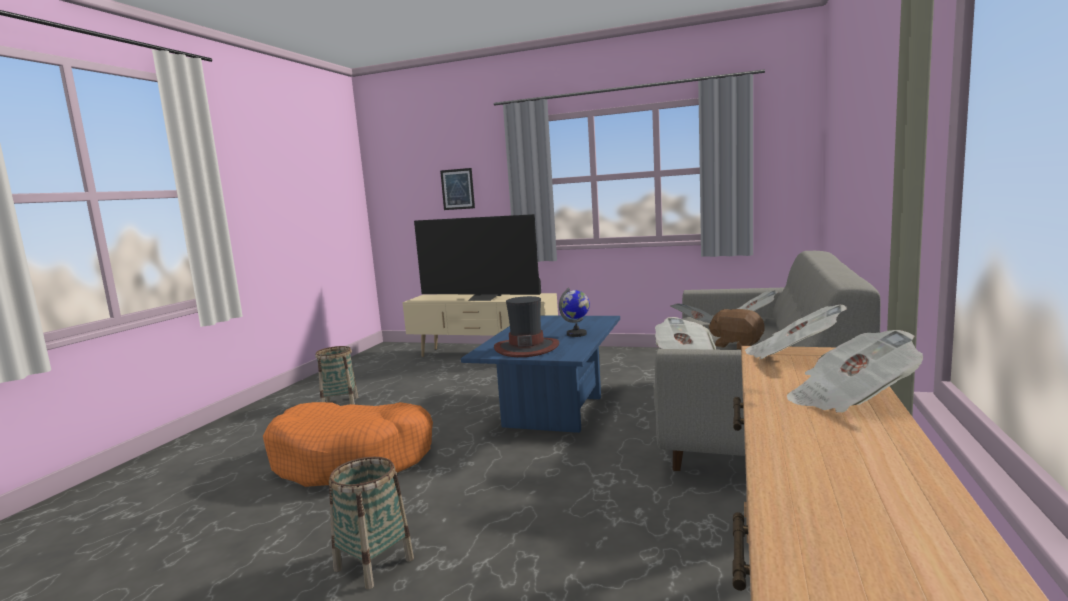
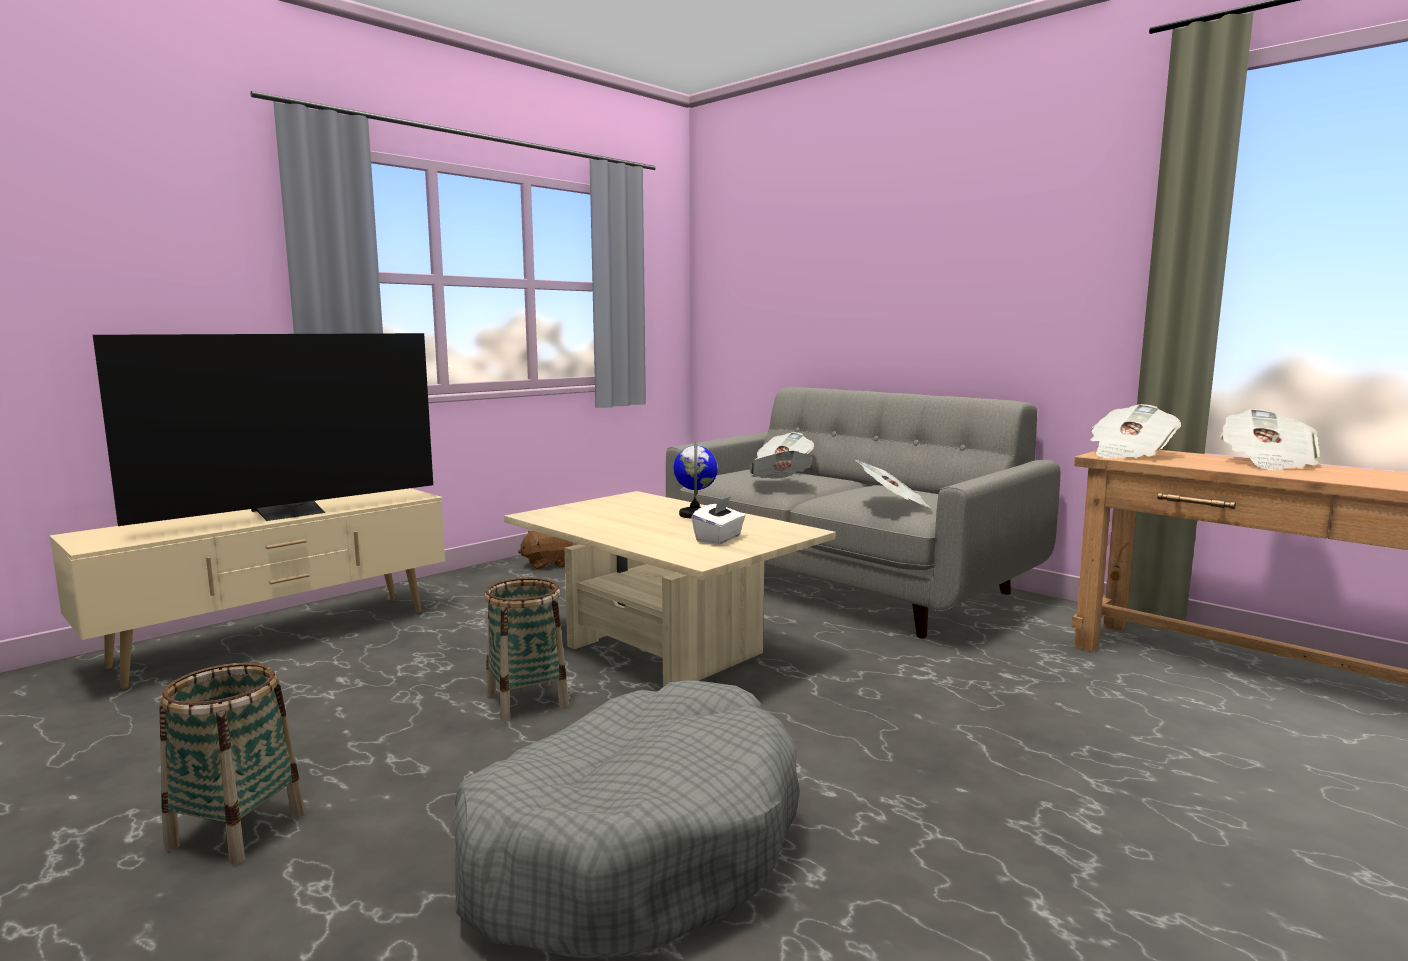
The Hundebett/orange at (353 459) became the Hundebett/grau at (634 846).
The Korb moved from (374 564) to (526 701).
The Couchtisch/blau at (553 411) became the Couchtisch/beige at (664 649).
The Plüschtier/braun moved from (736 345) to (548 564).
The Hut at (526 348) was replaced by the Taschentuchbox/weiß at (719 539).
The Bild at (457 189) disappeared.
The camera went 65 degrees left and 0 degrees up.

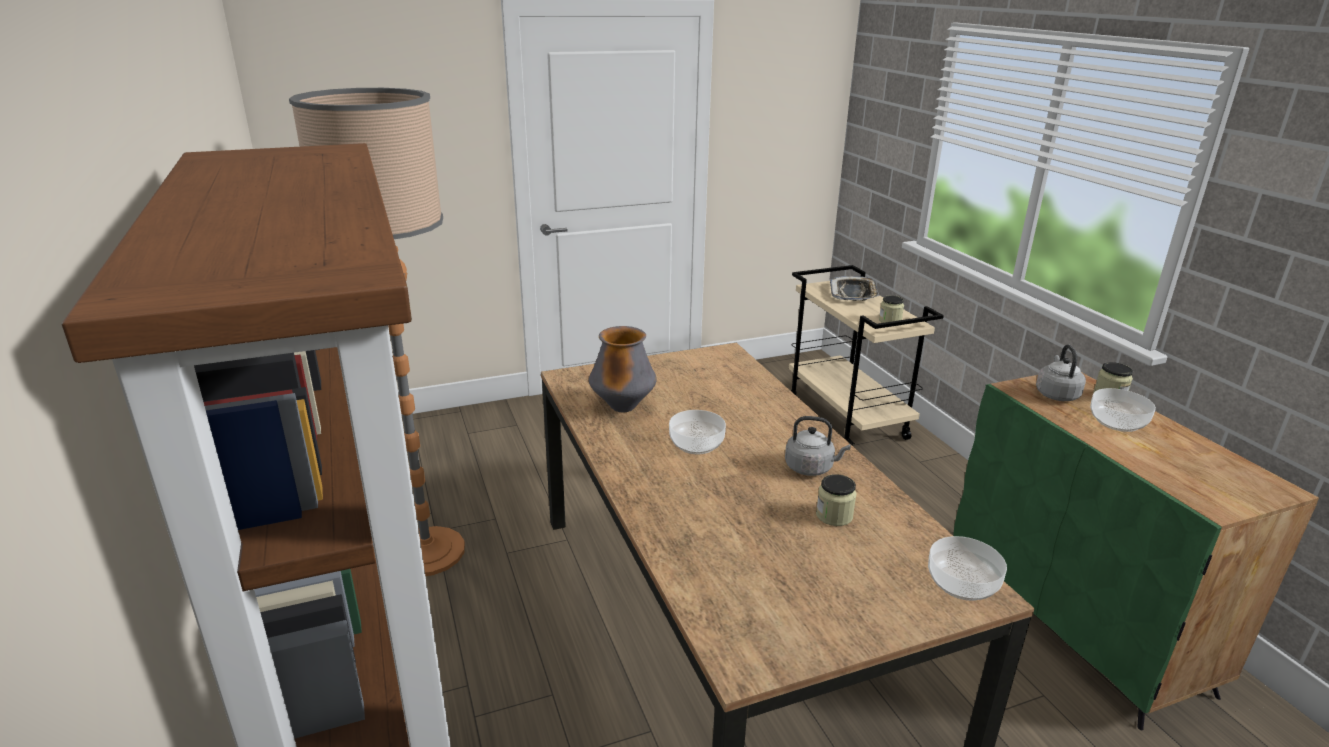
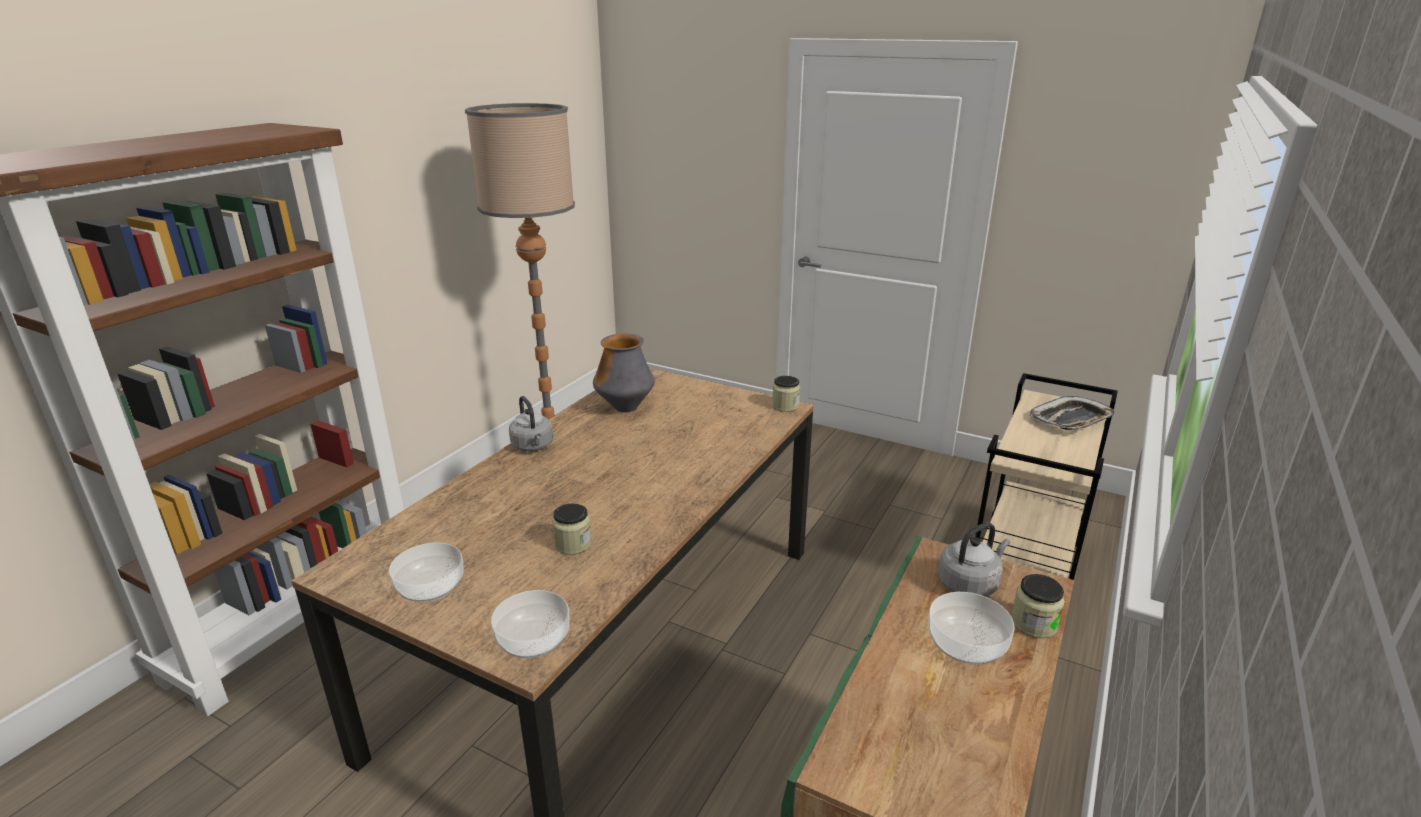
The Schüssel moved from (696 444) to (429 586).
The Wasserkessel/grau moved from (811 468) to (533 446).
The Vorratsglas moved from (890 321) to (785 406).
The camera went 50 degrees right and 0 degrees up.

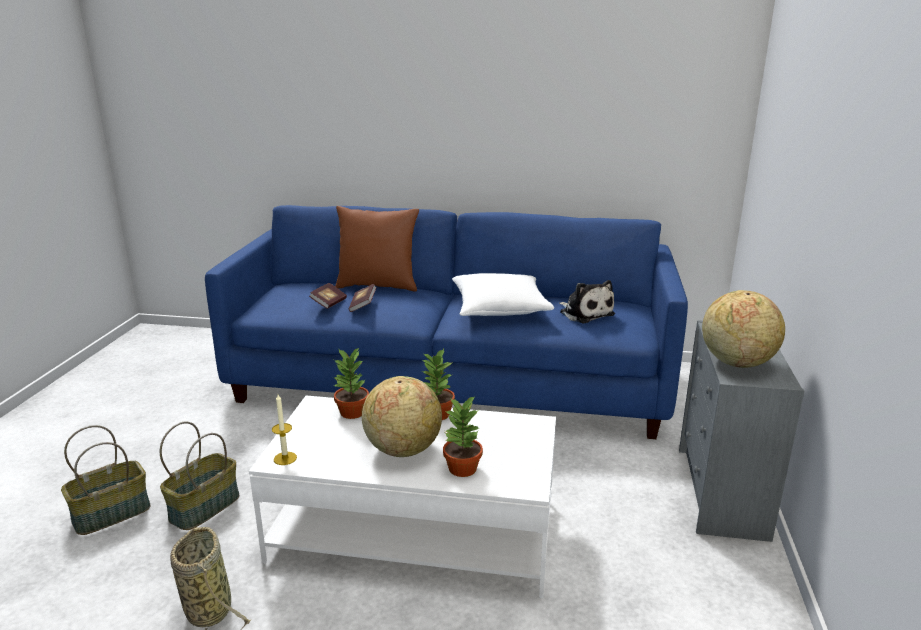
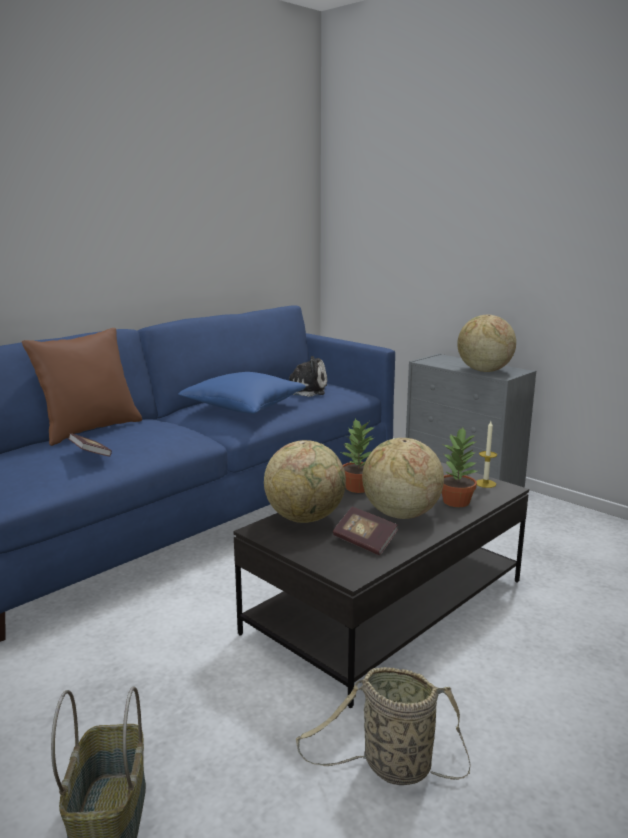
The Kissen/weiß at (500 309) became the Kissen/blau at (243 407).
The Couchtisch/weiß at (415 531) became the Couchtisch/schwarz at (387 606).
The Topfpflanze at (353 412) was replaced by the Globus at (305 518).
The Buch moved from (363 305) to (364 542).
The Kerze moved from (285 458) to (485 483).
The Korb at (204 507) disappeared.
The camera went 55 degrees left and 5 degrees down.

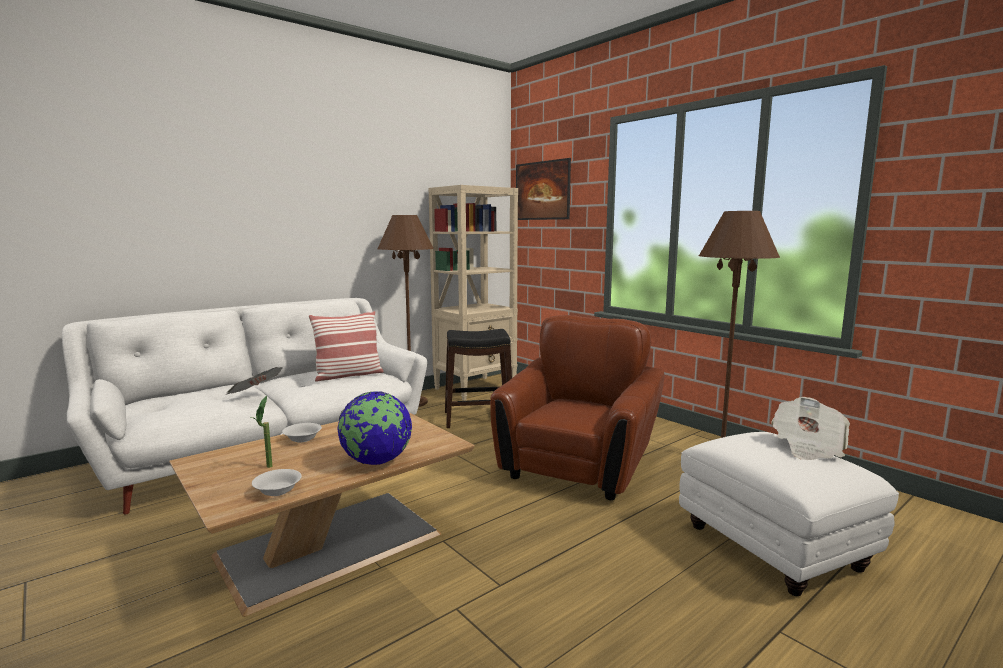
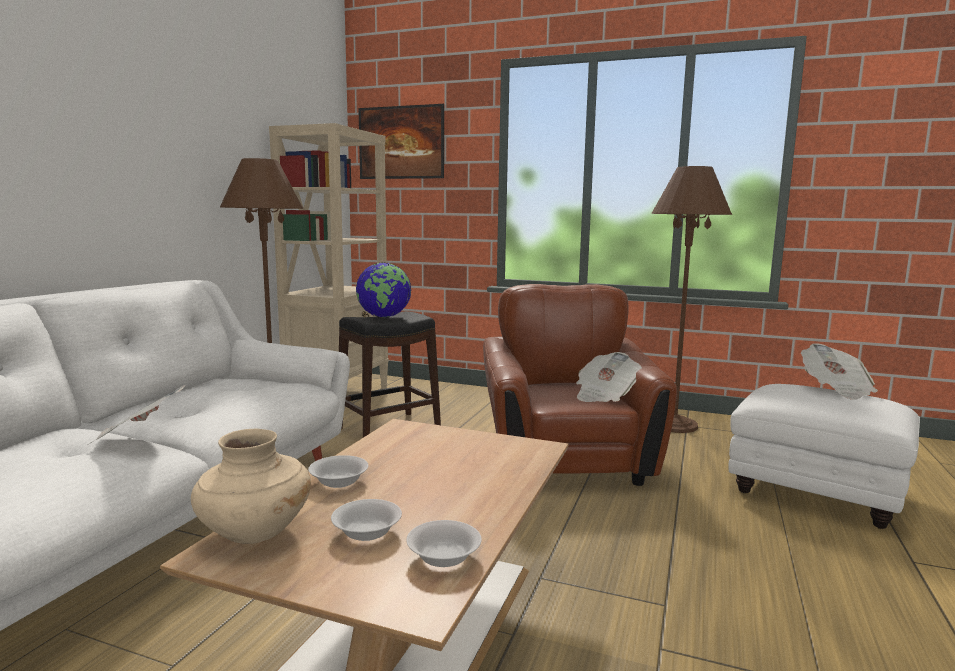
The Vase/beige at (254 532) appeared.
The Topfpflanze at (267 469) was replaced by the Schüssel/weiß at (366 533).
The Globus moved from (376 462) to (384 317).
The Zeitung at (604 395) appeared.
The Kissen at (348 375) disappeared.
The camera went 30 degrees left and 0 degrees up.

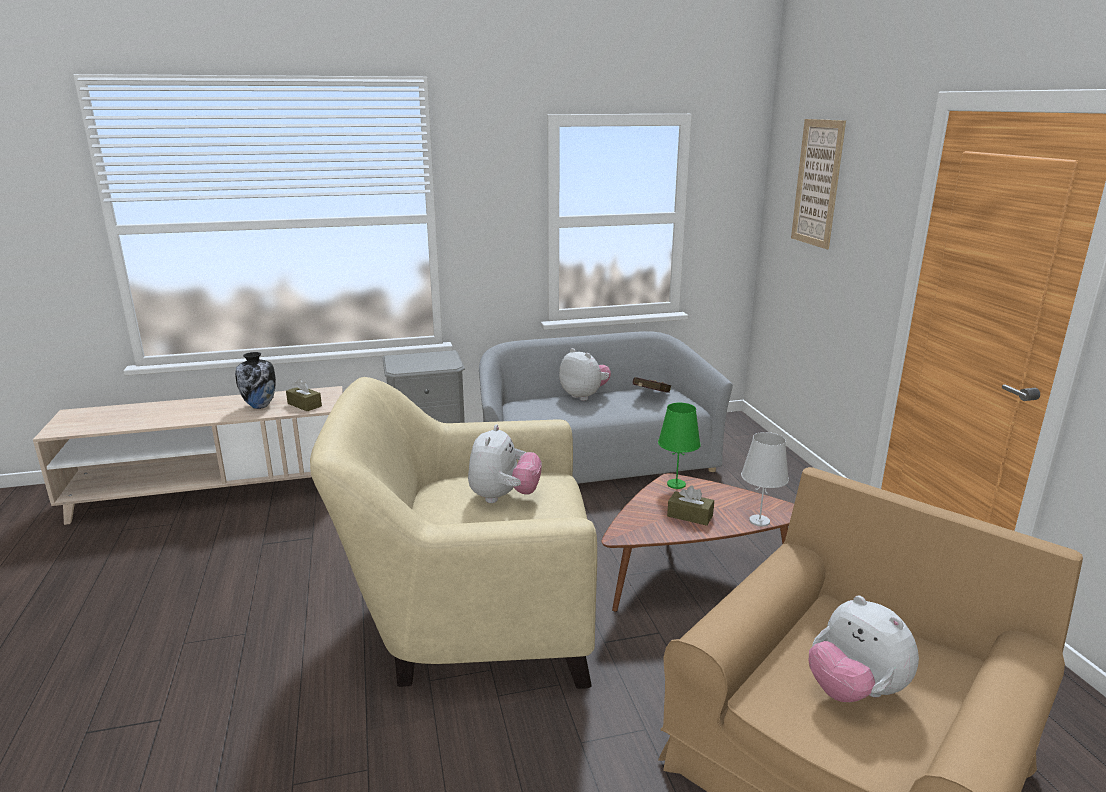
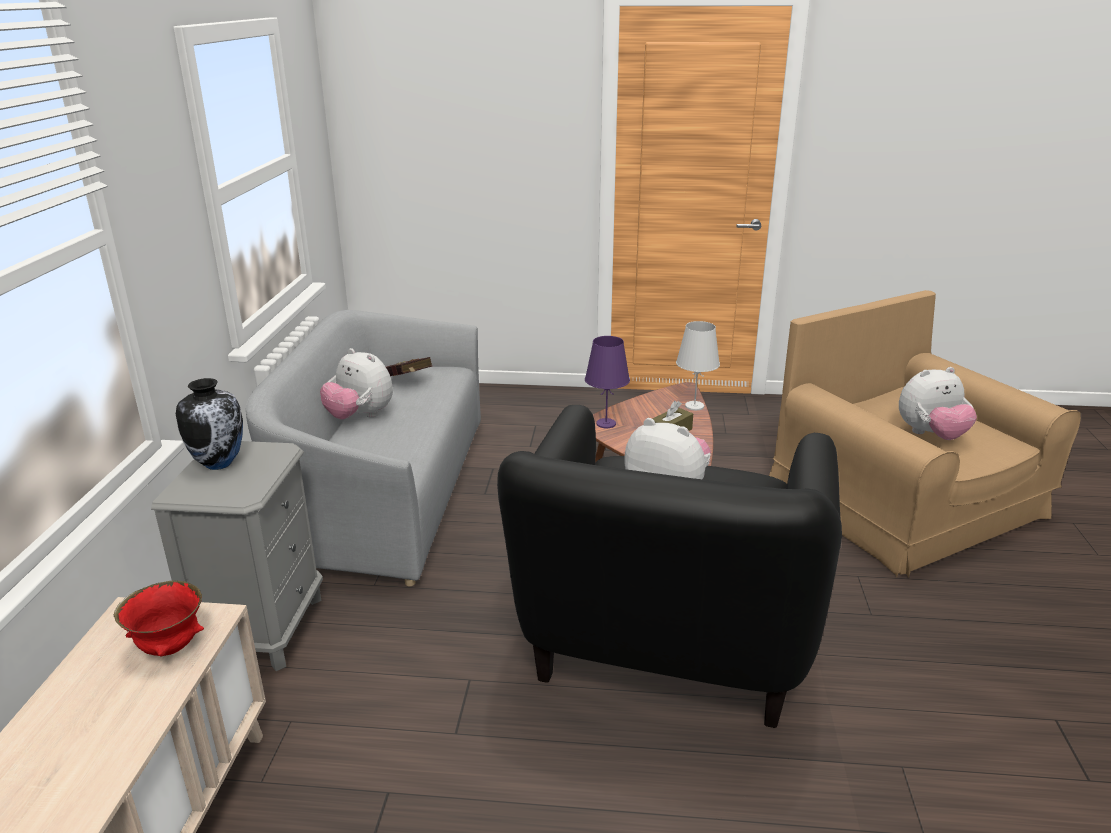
The Taschentuchbox/braun at (304 405) was replaced by the Schüssel/rot at (170 647).
The Vase moved from (260 406) to (219 463).
The Plüschtier at (584 396) turned 120 degrees counterclockwise.
The Sessel/beige at (470 615) became the Sessel/schwarz at (664 650).
The Tischlampe/grün at (676 484) became the Tischlampe/lila at (606 424).
The Bild at (817 183) disappeared.
The camera went 70 degrees left and 5 degrees up.

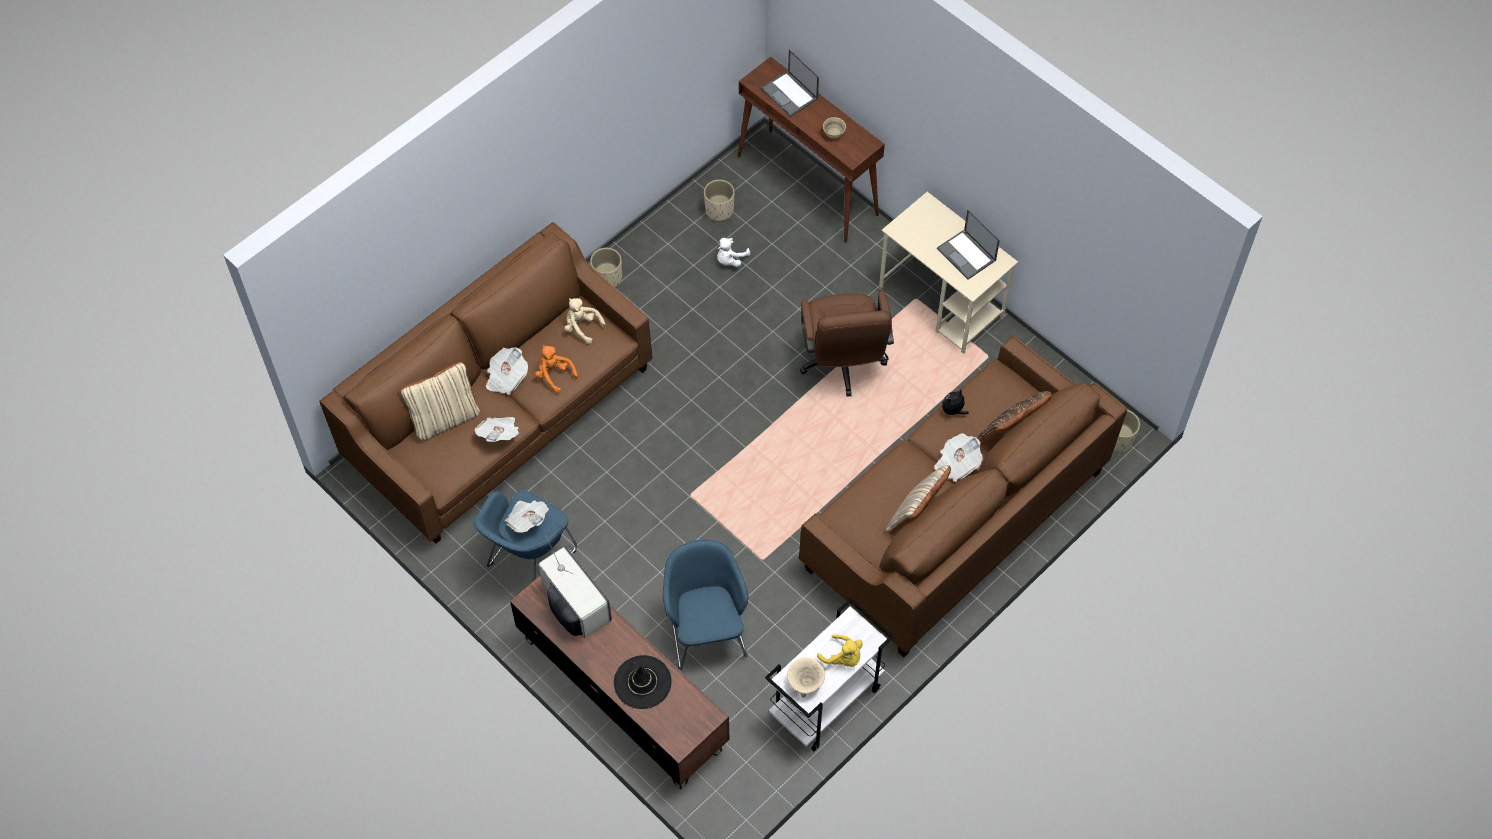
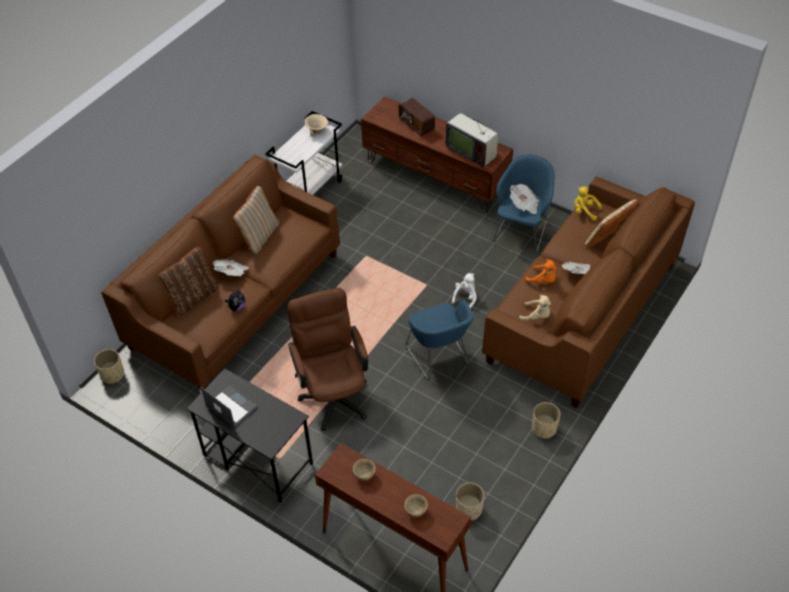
The Schreibtisch/beige at (942 302) became the Schreibtisch/schwarz at (257 459).
The Hut/schwarz at (642 682) was replaced by the Radio at (416 125).
The Laptop at (790 94) was replaced by the Schüssel/beige at (416 511).
The Sessel/blau moved from (706 630) to (439 358).
The Plüschtier/weiß moved from (730 259) to (465 297).
The Plüschtier/gelb moved from (843 658) to (584 211).
The Zeitung at (500 434) disappeared.
The camera went 170 degrees right and 10 degrees down.

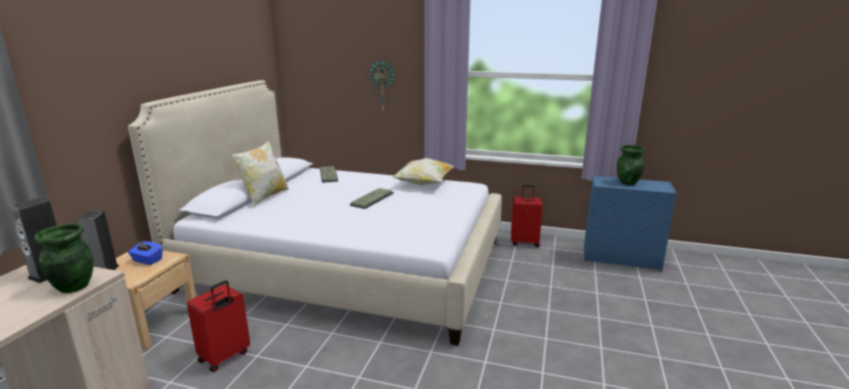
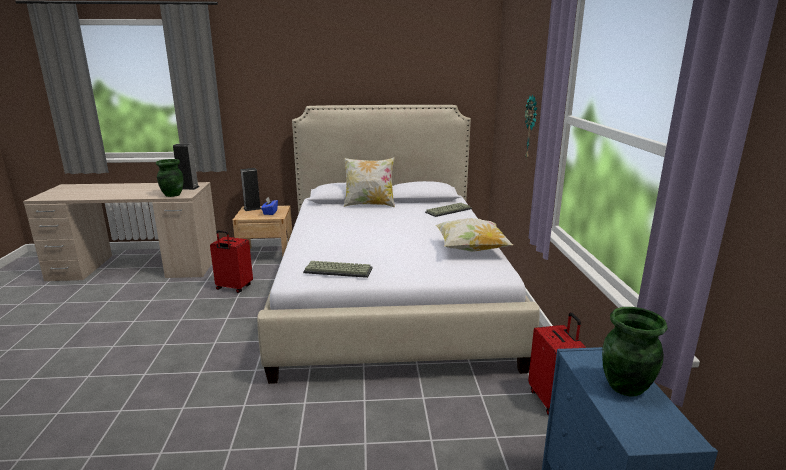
The Tastatur moved from (372 199) to (339 270).
The camera went 70 degrees right and 0 degrees up.

